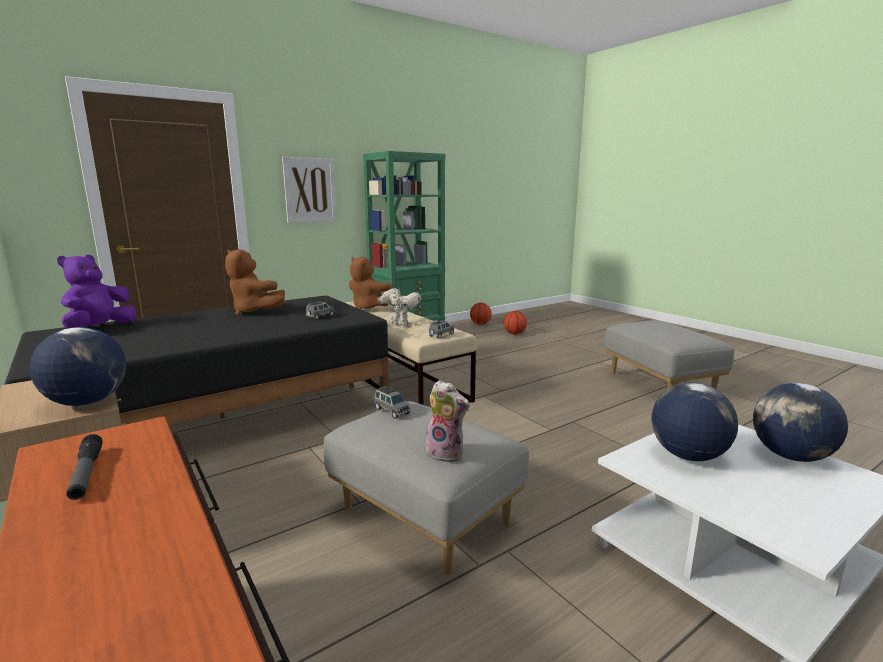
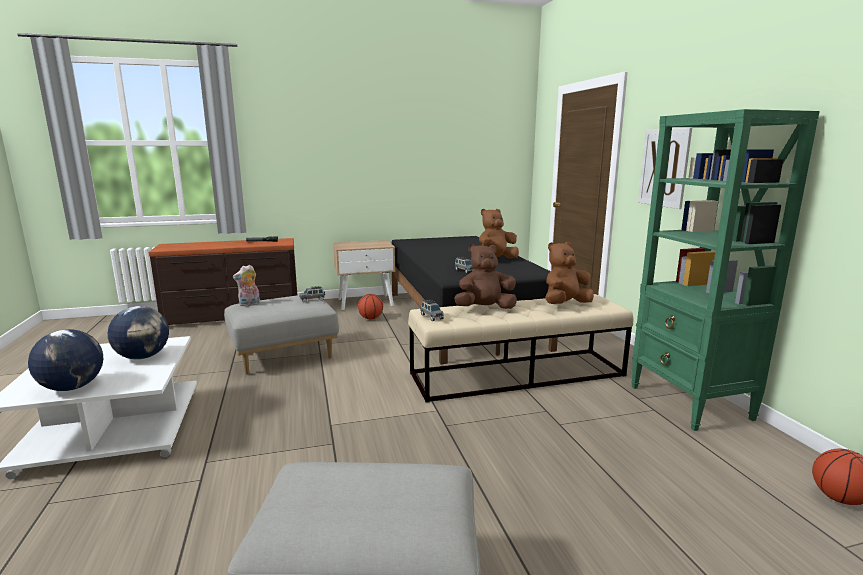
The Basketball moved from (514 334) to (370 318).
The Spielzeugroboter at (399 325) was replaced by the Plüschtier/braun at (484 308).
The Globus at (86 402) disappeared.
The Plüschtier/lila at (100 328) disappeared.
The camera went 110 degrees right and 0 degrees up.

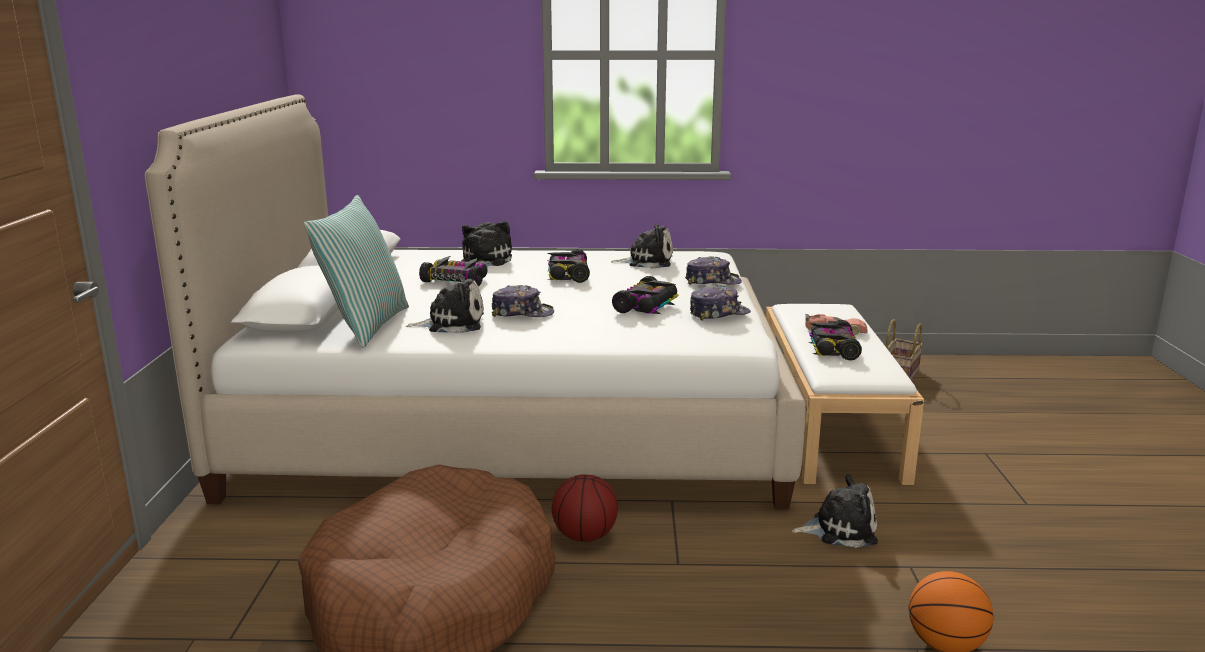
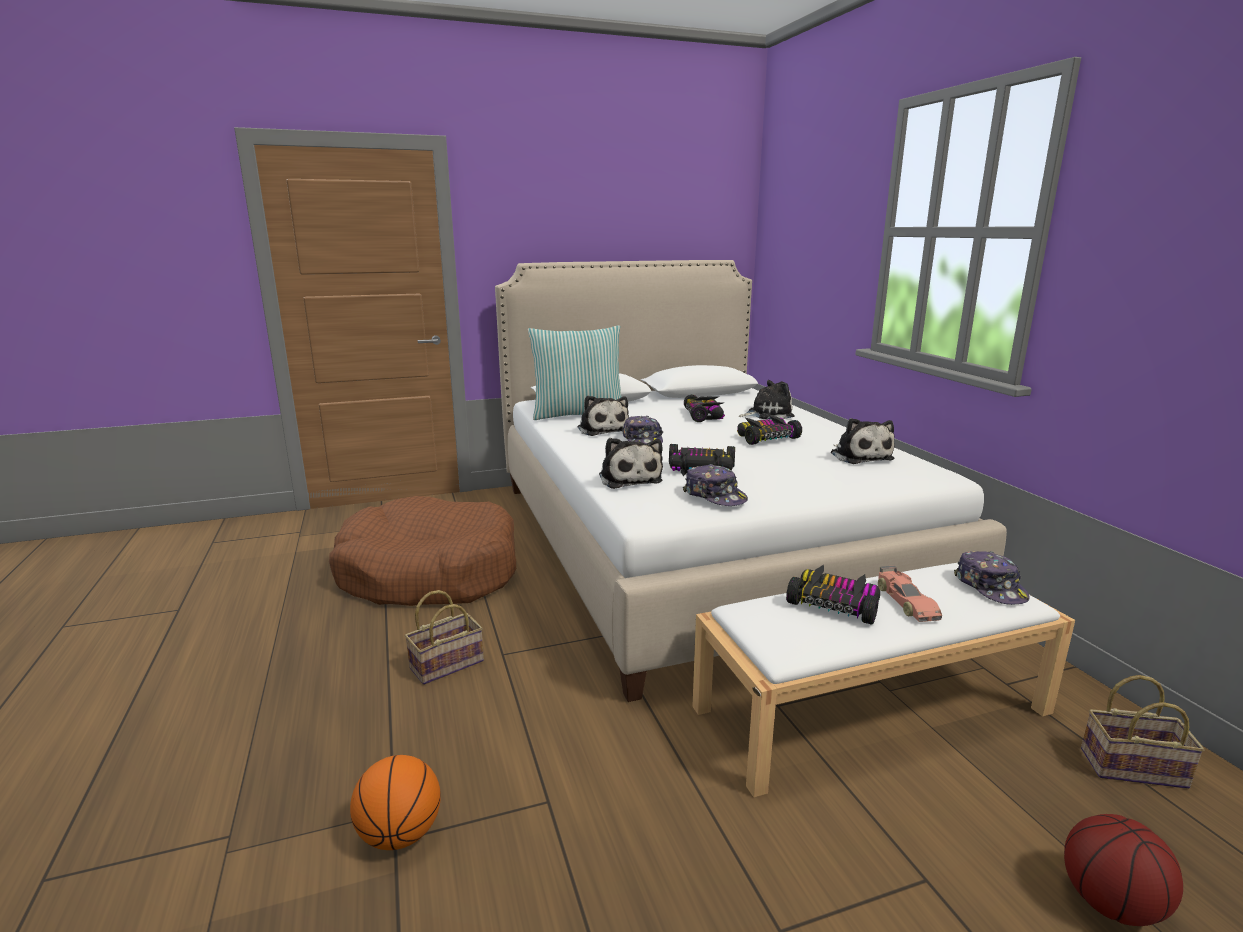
The Korb at (448 663) appeared.
The Plüschtier moved from (839 529) to (629 478).
The Spielzeugauto at (832 349) turned 45 degrees clockwise.
The Kappe moved from (712 281) to (990 587).
The Basketball moved from (584 536) to (1110 903).
The camera went 70 degrees right and 0 degrees up.

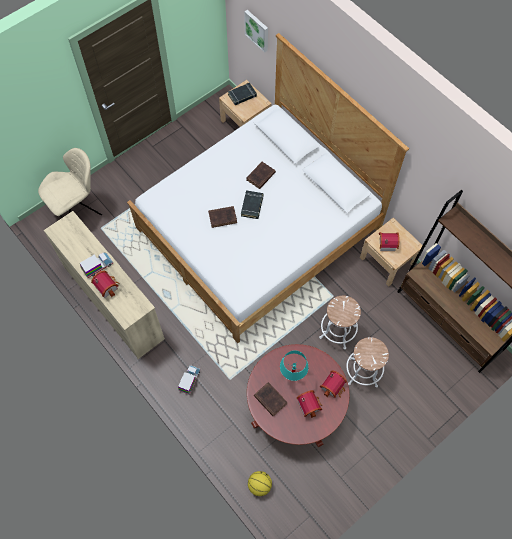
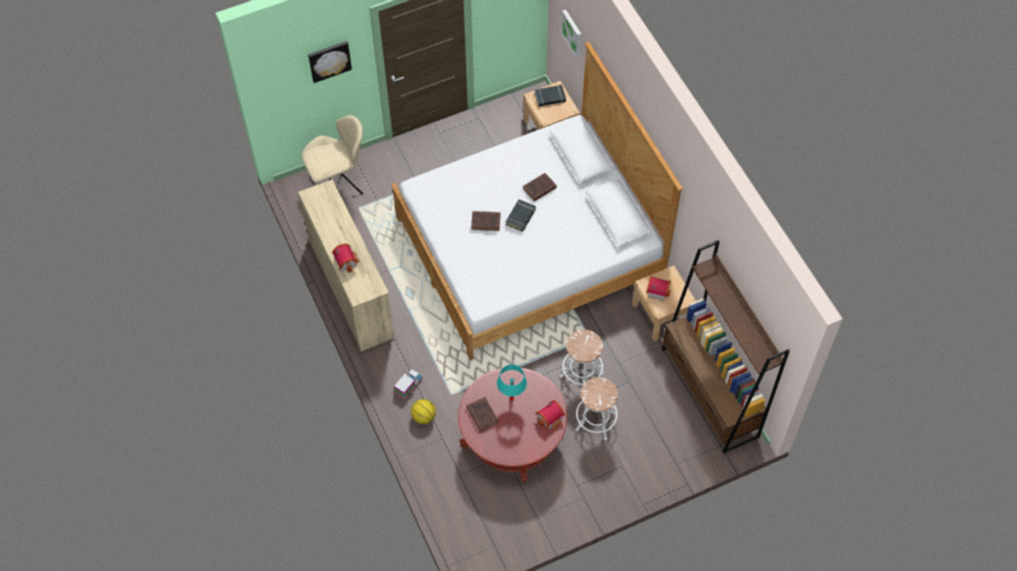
The Bild at (329 60) appeared.
The Basketball moved from (259 485) to (423 416).
The Spielzeuglaster at (97 266) disappeared.
The Spielzeughaus at (309 405) disappeared.
The camera went 15 degrees right and 5 degrees down.

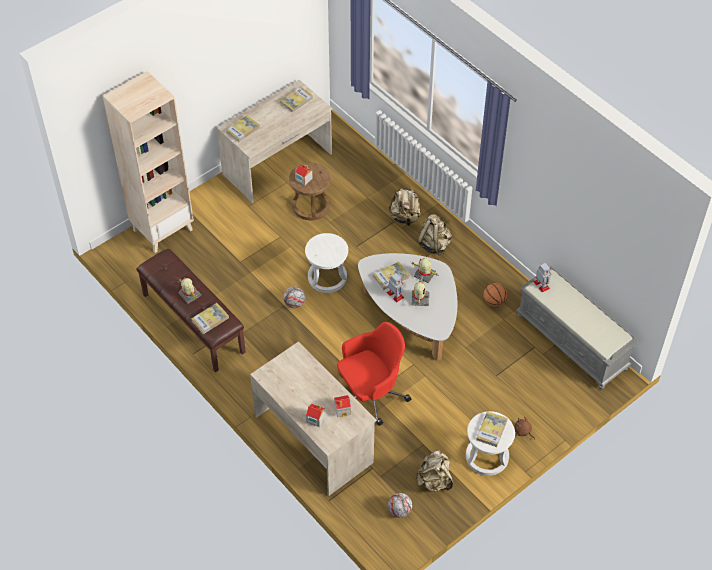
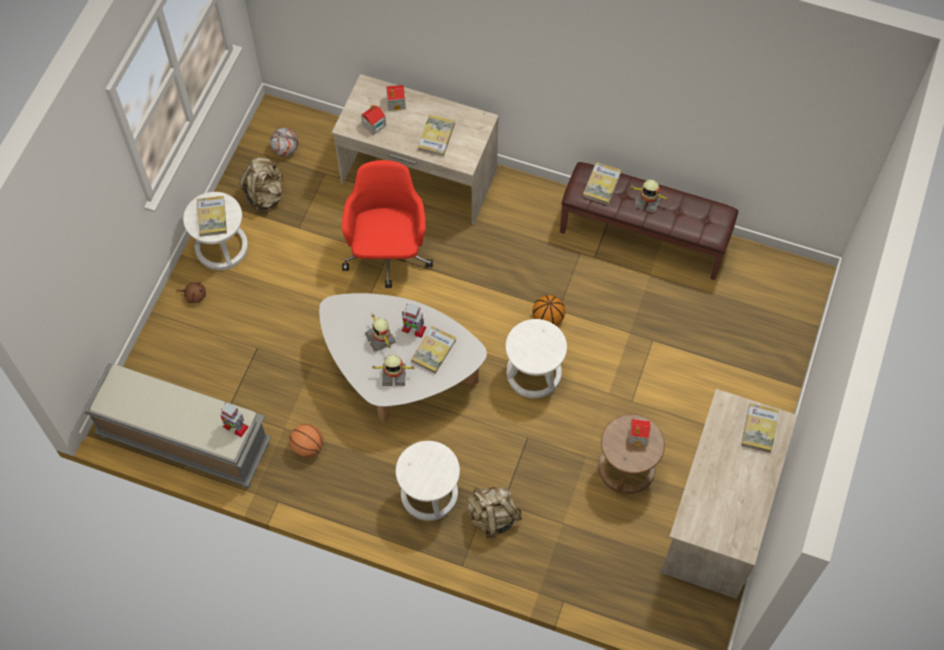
The Bürostuhl/rot at (371 394) turned 150 degrees clockwise.
The Rucksack/beige at (434 244) was replaced by the Hocker/weiß at (429 494).
The Buch moved from (296 100) to (436 137).
The Fußball at (294 303) was replaced by the Basketball at (548 319).
The Bücherregal/beige at (163 229) disappeared.
The camera went 150 degrees right and 10 degrees up.

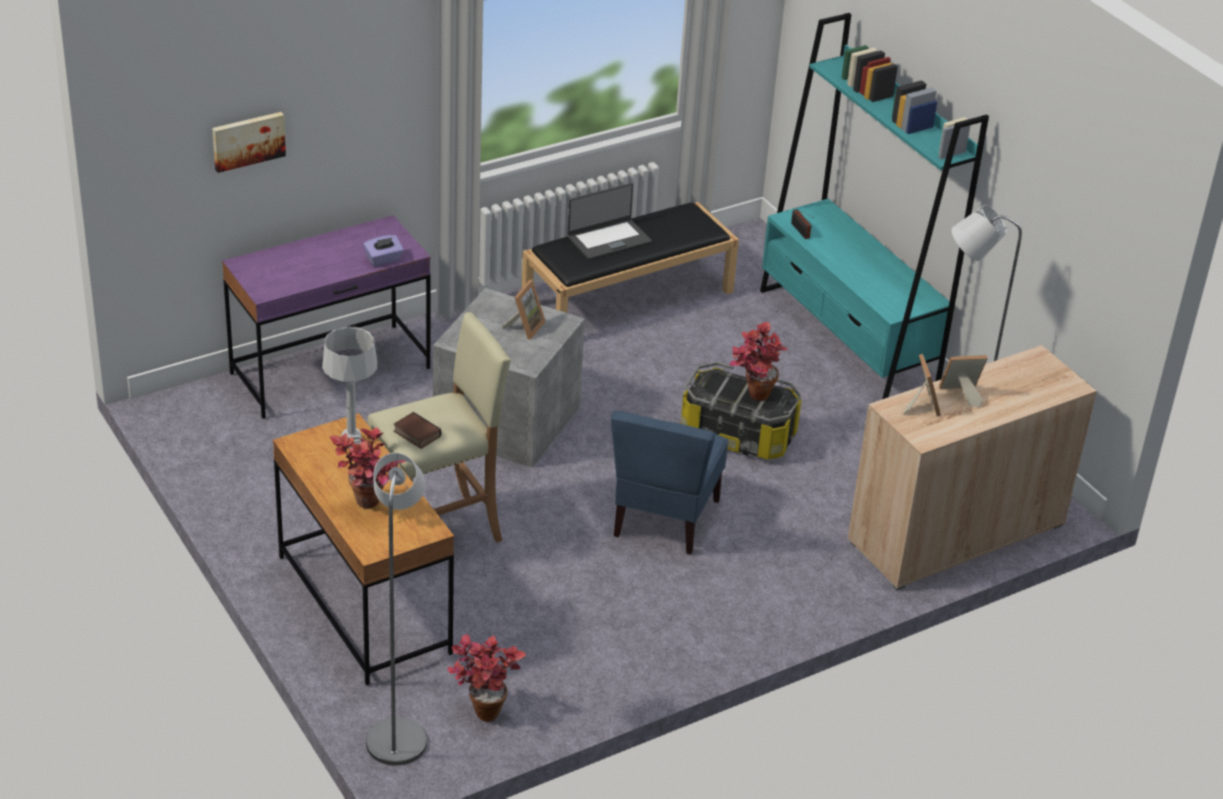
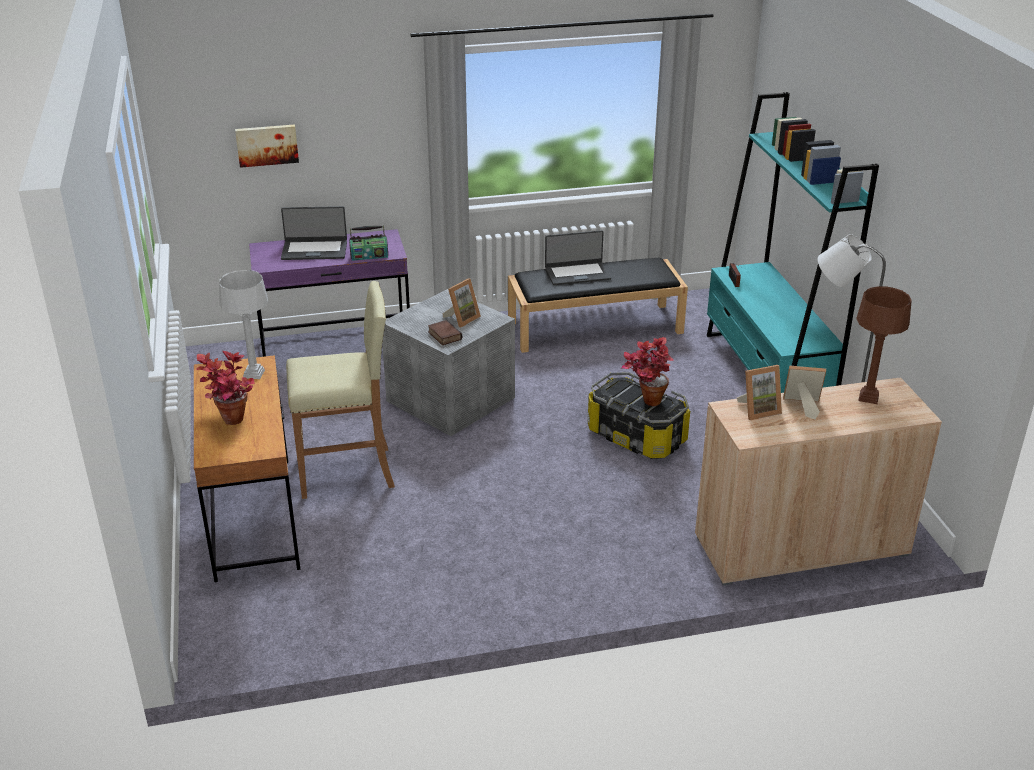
The Laptop at (314 250) appeared.
The Taschentuchbox/lila at (383 260) was replaced by the Radio at (369 256).
The Buch moved from (415 434) to (443 335).
The Bilderrahmen at (921 405) turned 60 degrees clockwise.
The Tischlampe/braun at (868 397) appeared.
The Stehlampe/grau at (398 733) disappeared.
The Topfpflanze at (482 708) disappeared.
The Stuhl/blau at (664 518) disappeared.
The camera went 20 degrees right and 5 degrees down.

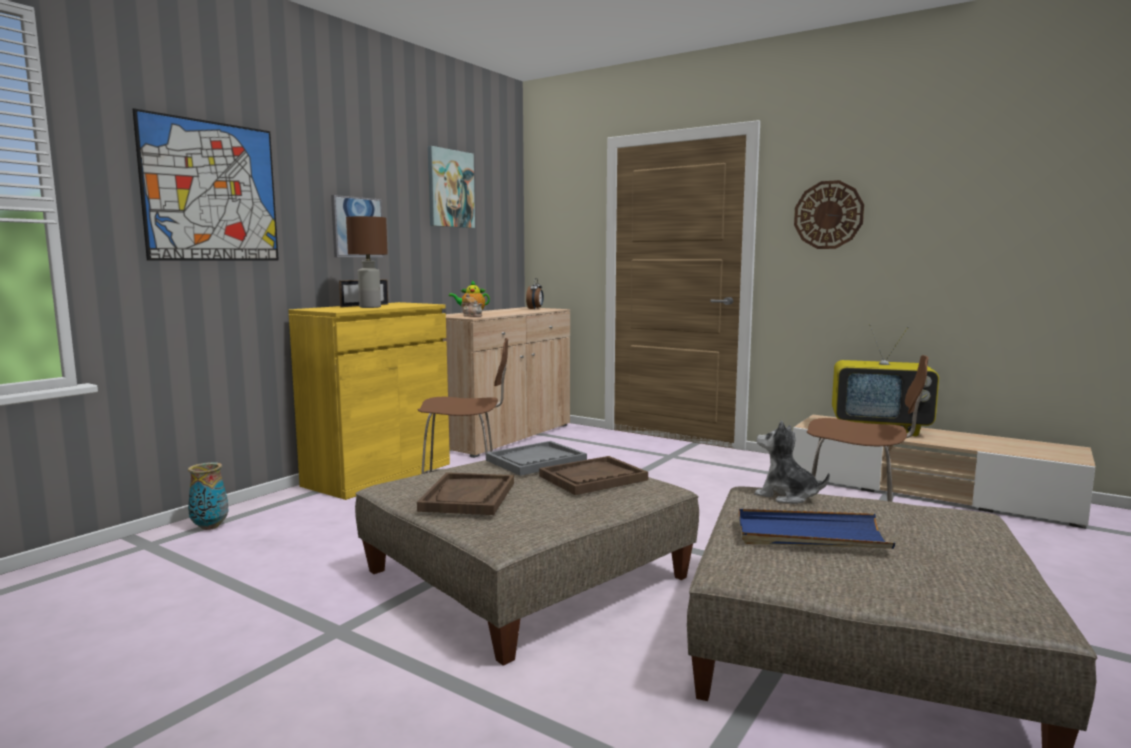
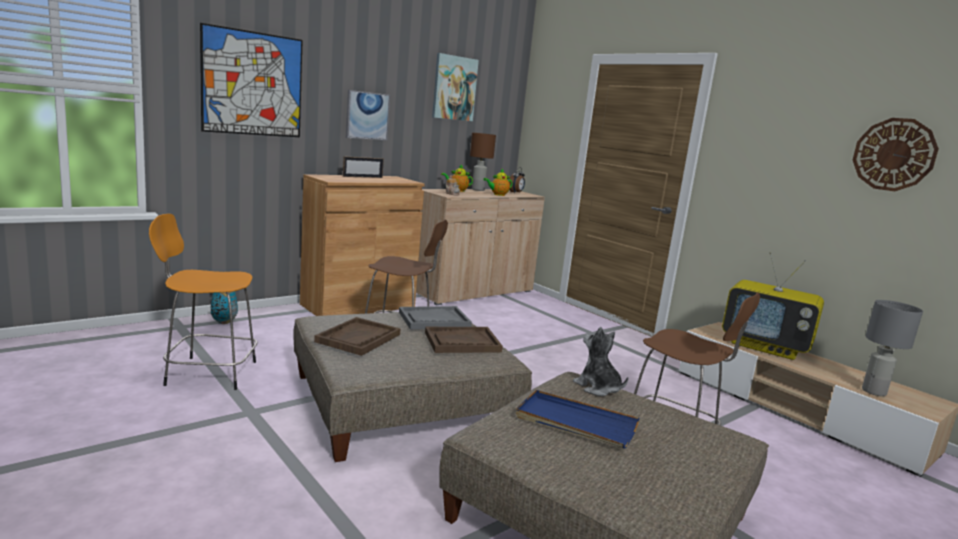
The Hocker/orange at (208 373) appeared.
The Schrank/gelb at (378 474) became the Schrank/braun at (358 305).
The Tischlampe/braun moved from (369 307) to (477 190).
The Teekanne at (498 194) appeared.
The Wanduhr moved from (828 215) to (894 154).
The Tischlampe/grau at (874 392) appeared.
The camera went 15 degrees right and 5 degrees up.

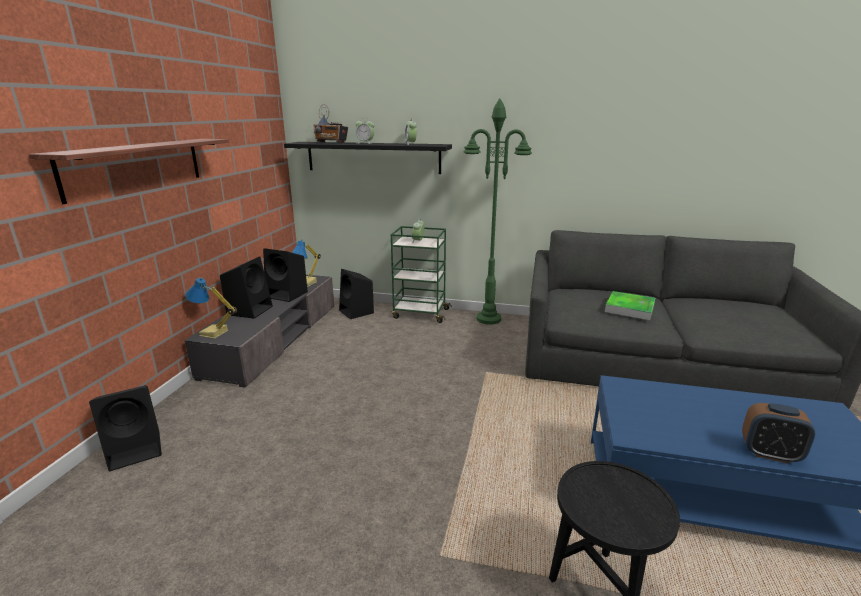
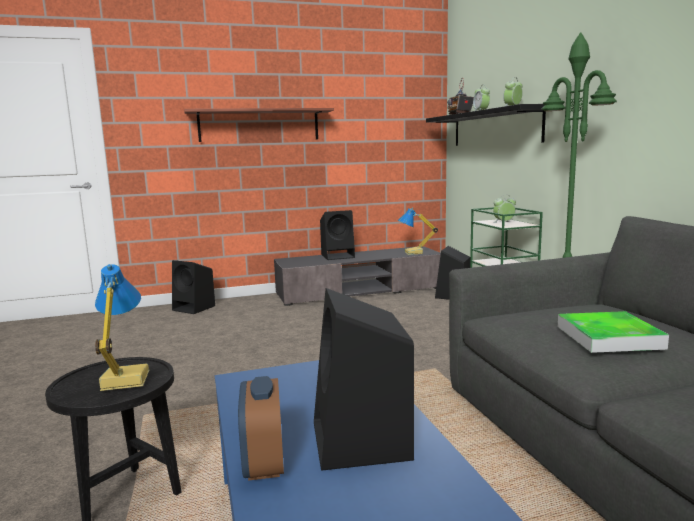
The Tischlampe moved from (213 333) to (123 380).
The Lautsprecher/schwarz moved from (288 295) to (362 442).
The camera went 60 degrees right and 10 degrees down.

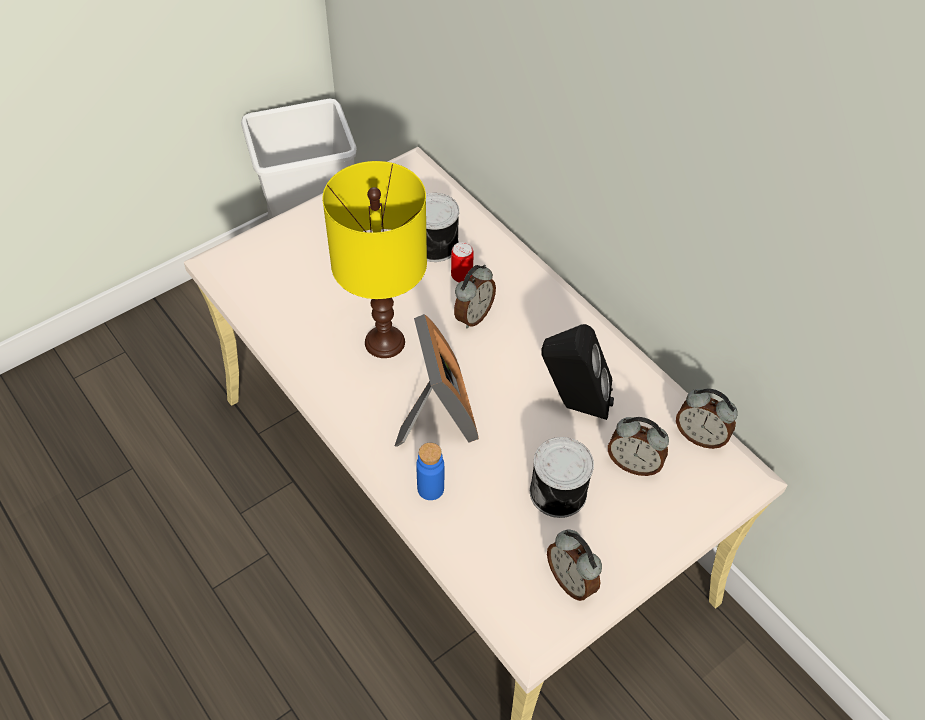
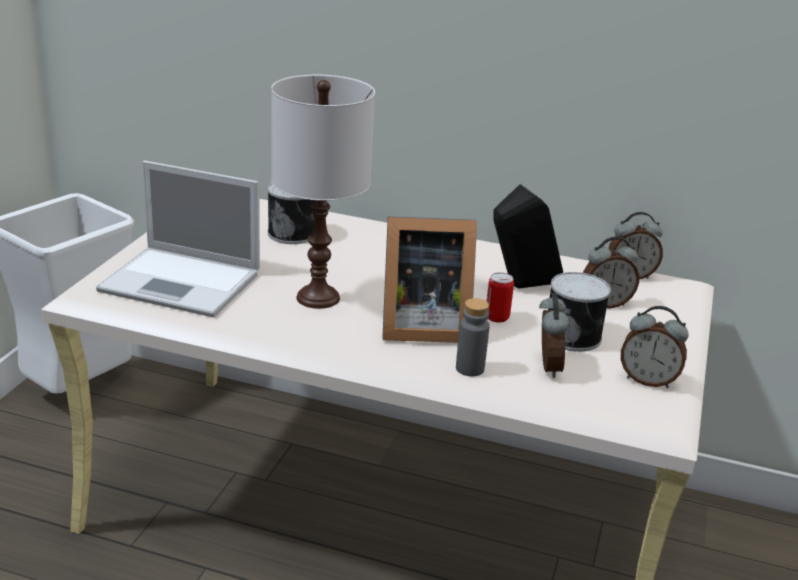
The Laptop at (183 282) appeared.
The Tischlampe/gelb at (385 342) became the Tischlampe/weiß at (319 298).
The Bilderrahmen at (437 416) turned 135 degrees clockwise.
The Flasche/blau at (430 488) became the Flasche/grau at (470 368).
The Dose moved from (461 276) to (497 317).
The Wecker moved from (473 316) to (546 367).
The camera went 35 degrees left and 25 degrees down.

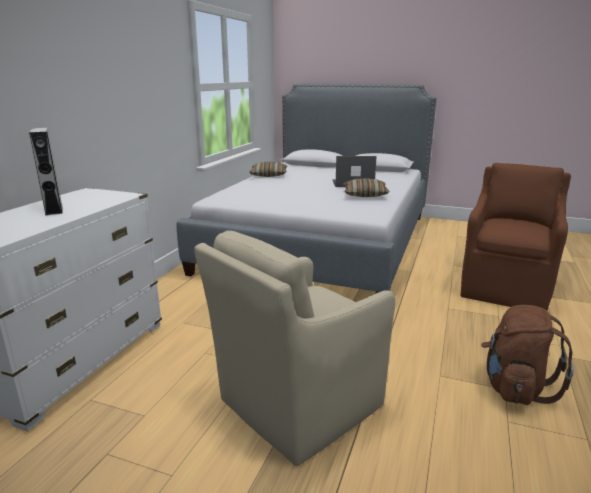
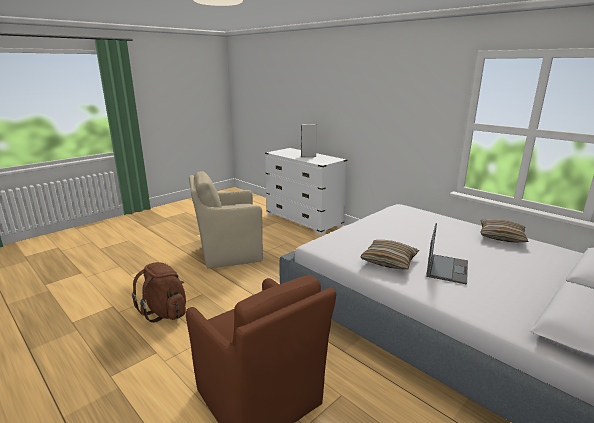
The Sessel/beige at (296 405) turned 90 degrees counterclockwise.
The camera went 115 degrees right and 0 degrees up.

